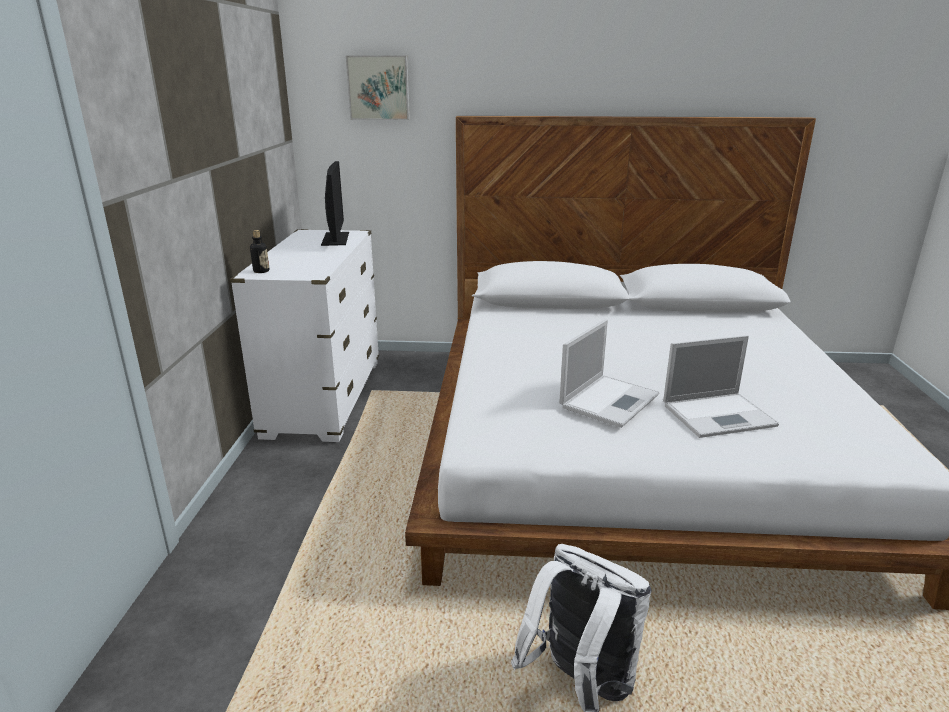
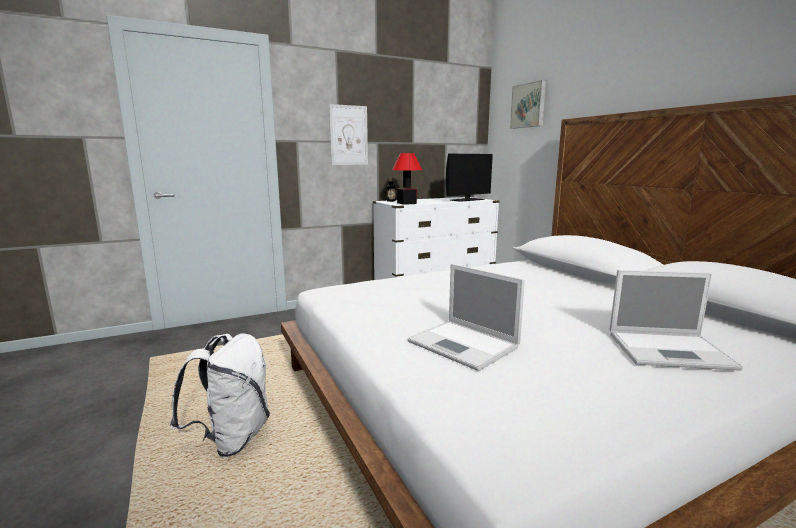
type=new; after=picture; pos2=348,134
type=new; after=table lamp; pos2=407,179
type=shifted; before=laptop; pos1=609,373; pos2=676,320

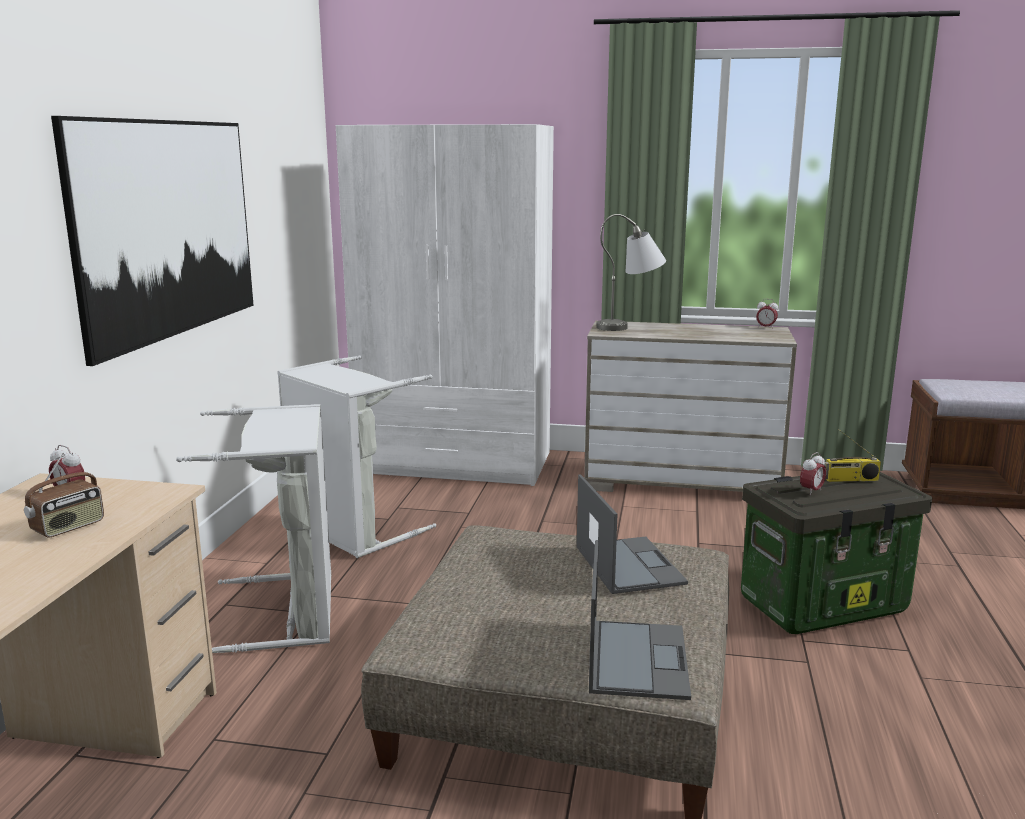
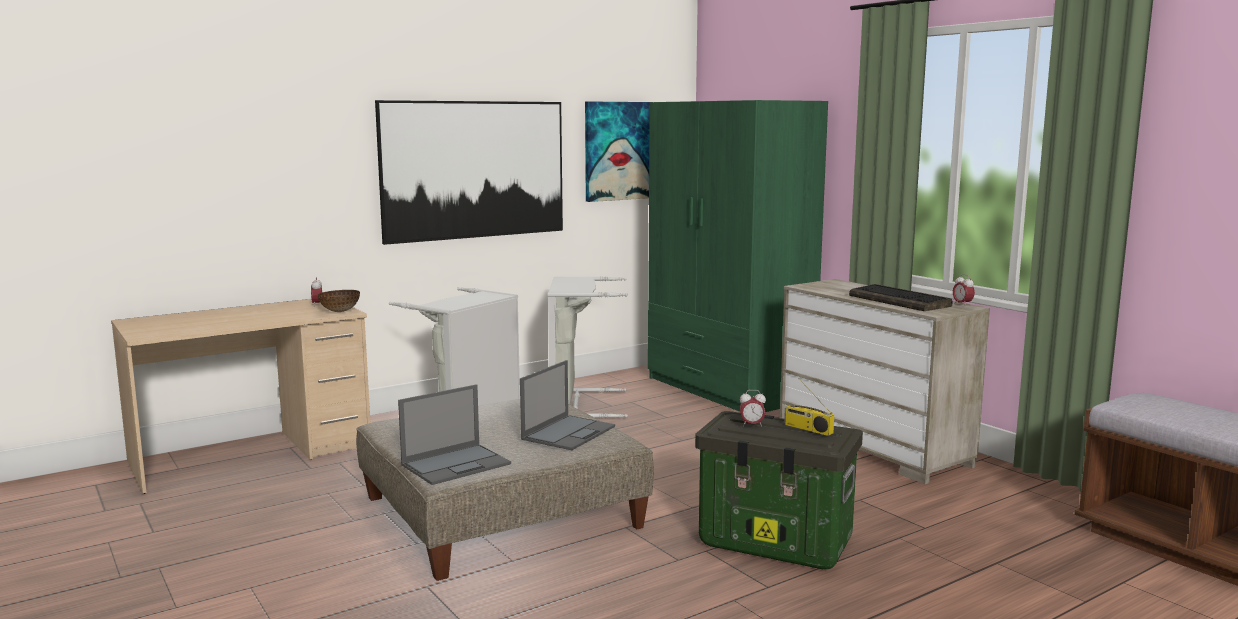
type=gone; before=radio; pos1=64,495
type=gone; before=table lamp/grey; pos1=631,272
type=new; after=bowl; pos2=339,301
type=new; after=picture; pos2=617,151
type=new; after=keyboard; pos2=900,297
type=repainted; before=wardrobe/white; after=wardrobe/green; pos1=445,305; pos2=738,256

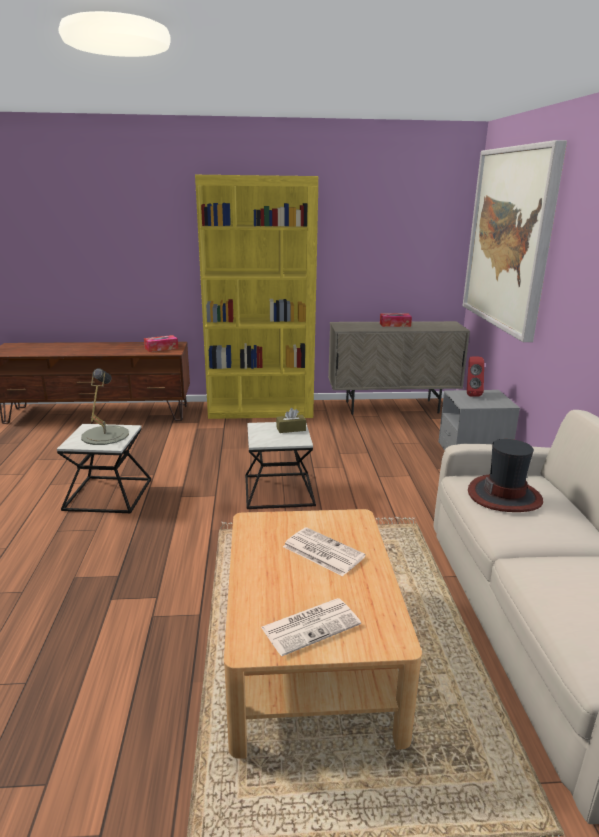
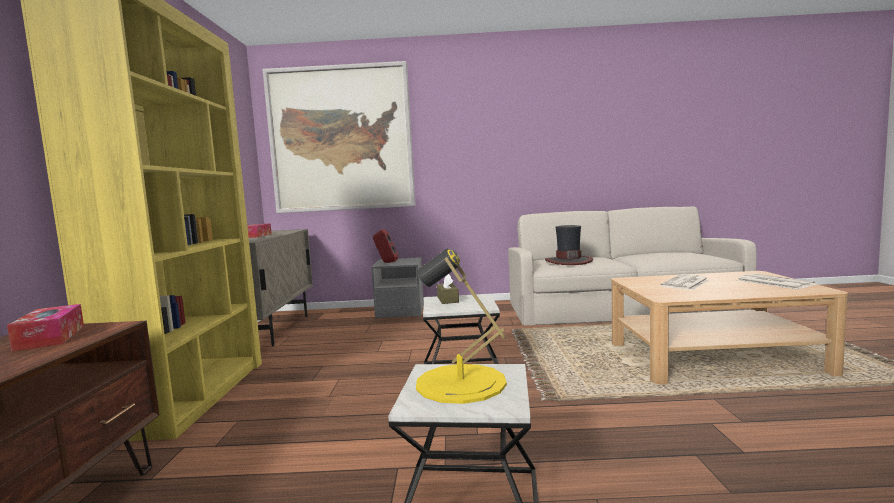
type=repainted; before=table lamp/grey; after=table lamp/yellow; pos1=105,406; pos2=461,326

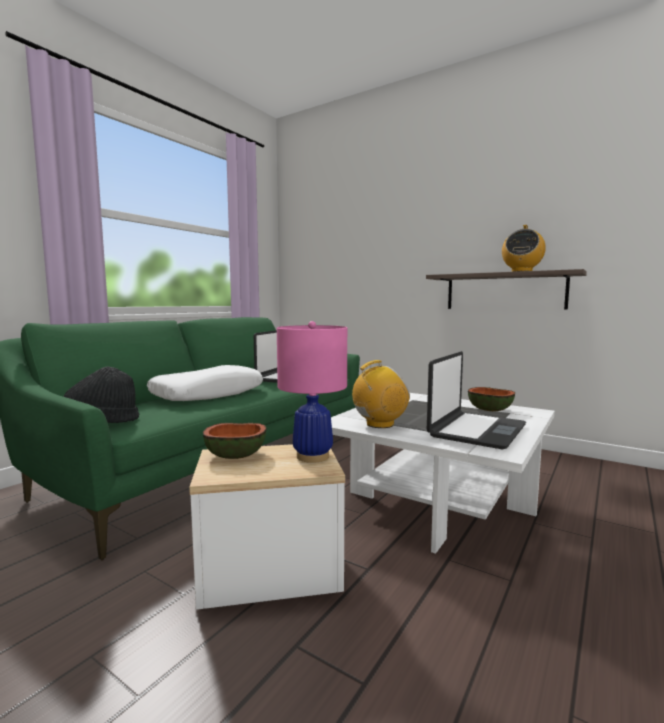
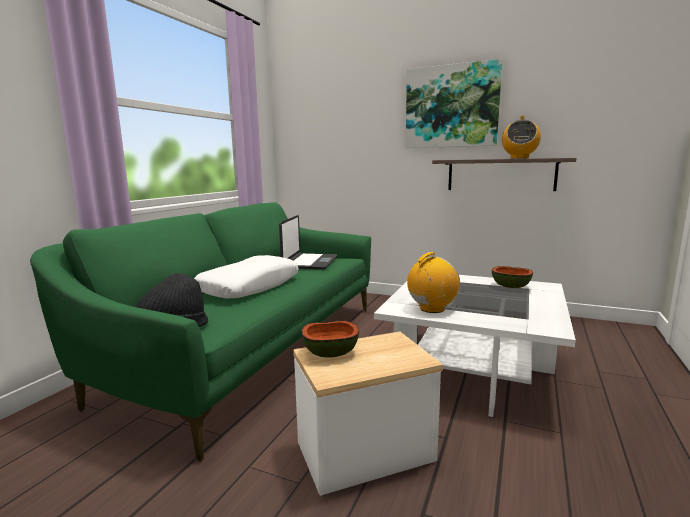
type=gone; before=table lamp/pink; pos1=312,392
type=gone; before=laptop; pos1=476,400
type=new; after=picture; pos2=454,103

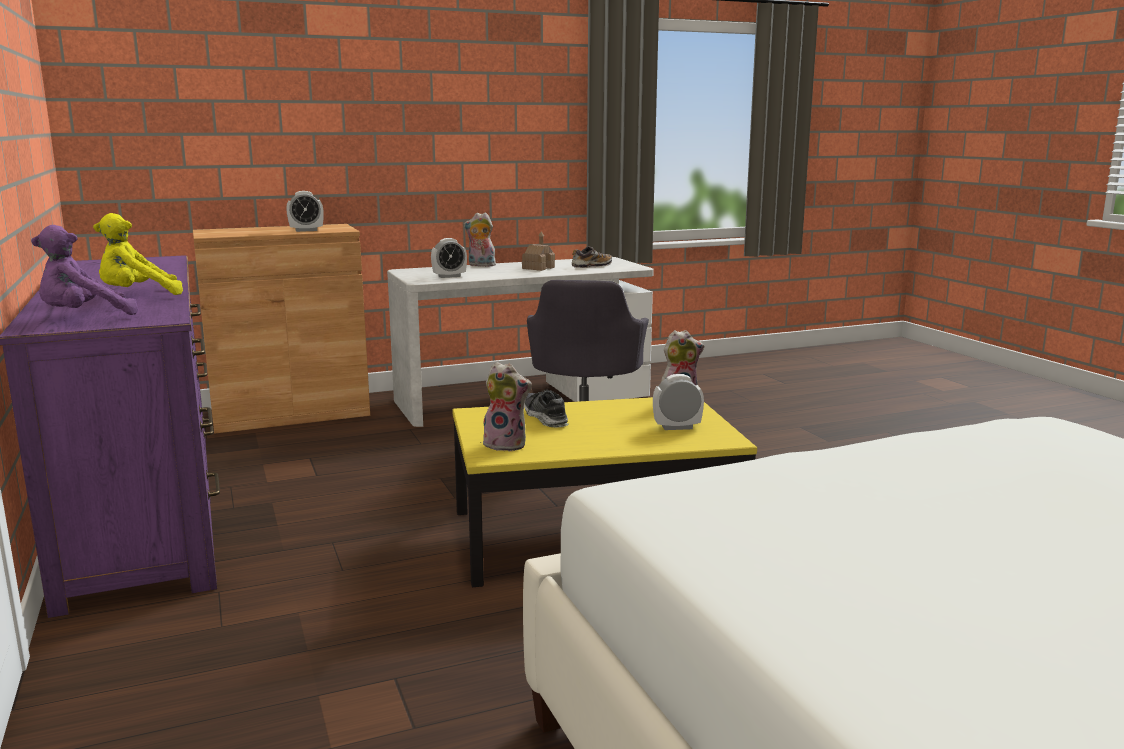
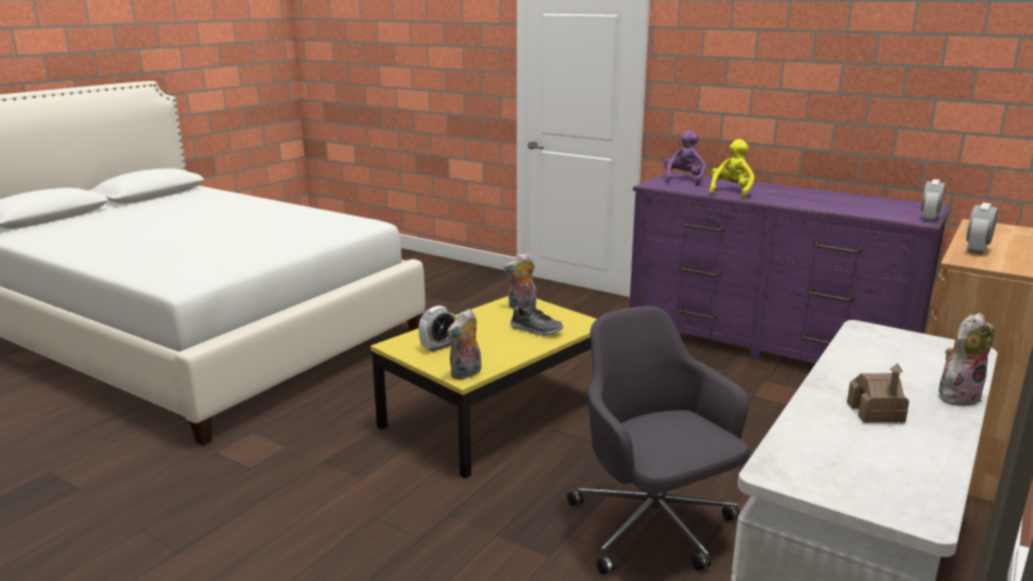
type=gone; before=shoe; pos1=592,257
type=shifted; before=alarm clock; pos1=449,258; pos2=933,200

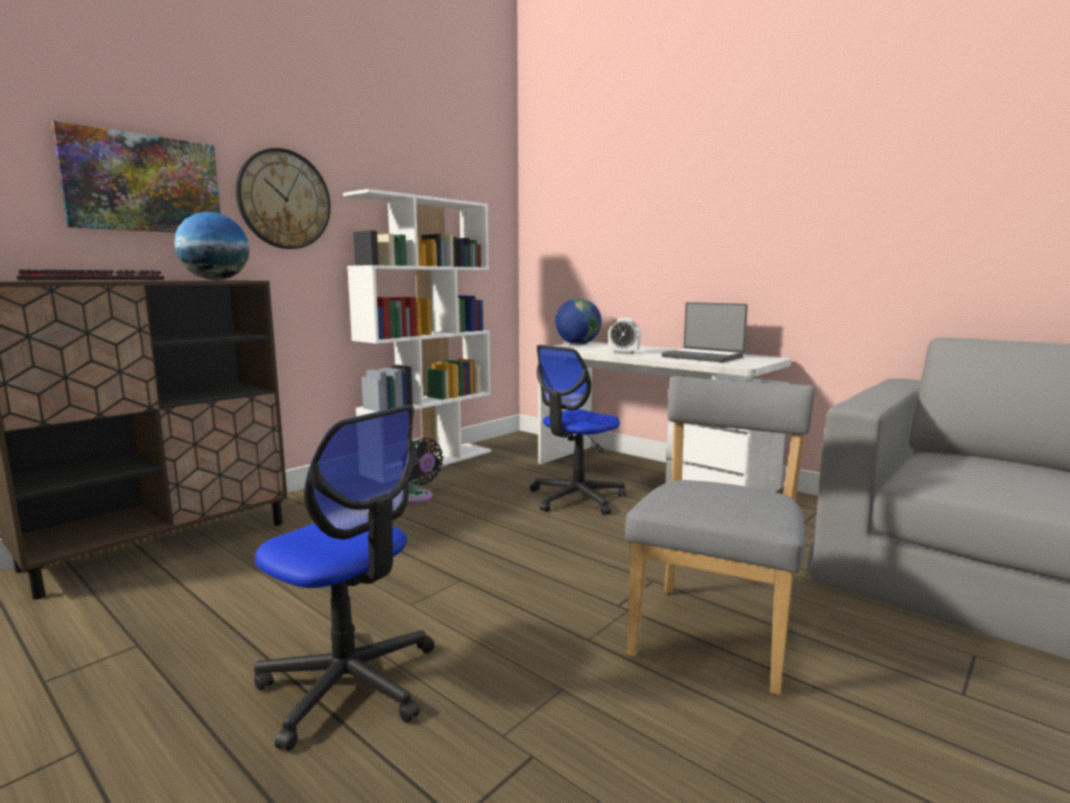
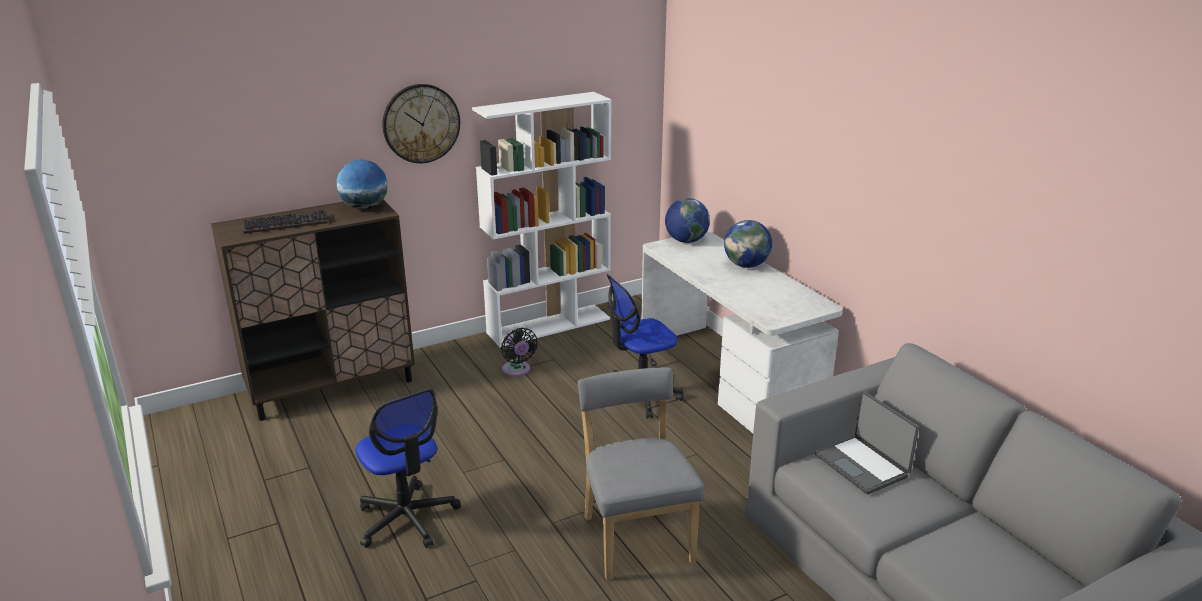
type=gone; before=picture; pos1=136,177
type=gone; before=alarm clock; pos1=624,336
type=new; after=globe; pos2=748,244
type=shifted; before=laptop; pos1=705,332; pos2=867,443
type=rotated; before=chair/grey; pos1=720,535; pos2=641,473; turn=-60

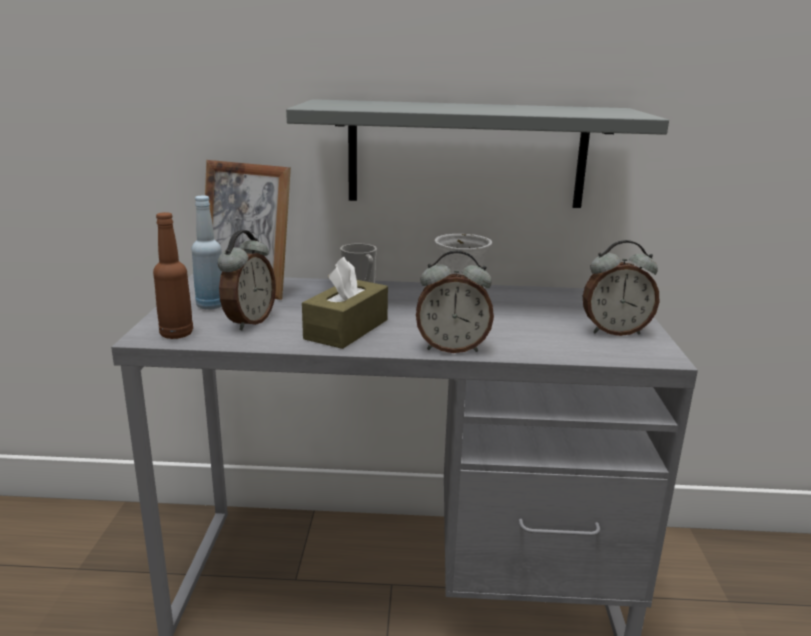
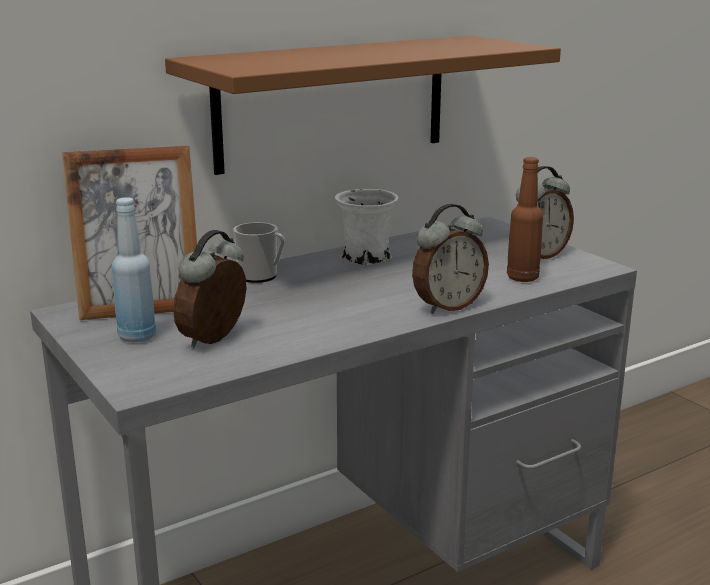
type=gone; before=tissue box/brown; pos1=345,303
type=shifted; before=bottle/brown; pos1=173,275; pos2=525,219
type=repainted; before=shelf/grey; after=shelf/brown; pos1=477,153; pos2=363,105
type=rotated; before=alarm clock; pos1=247,280; pos2=209,289; turn=-135

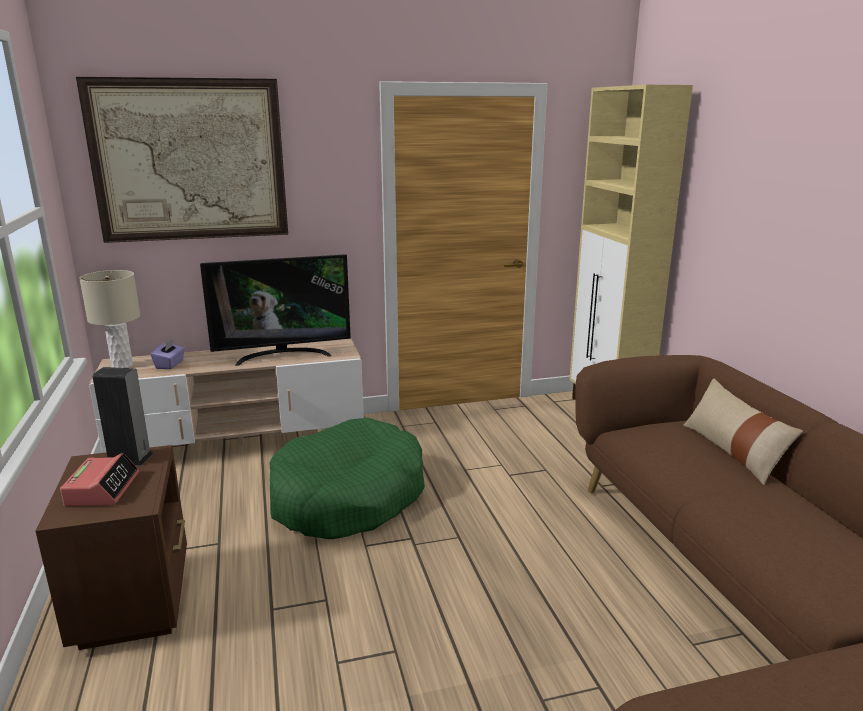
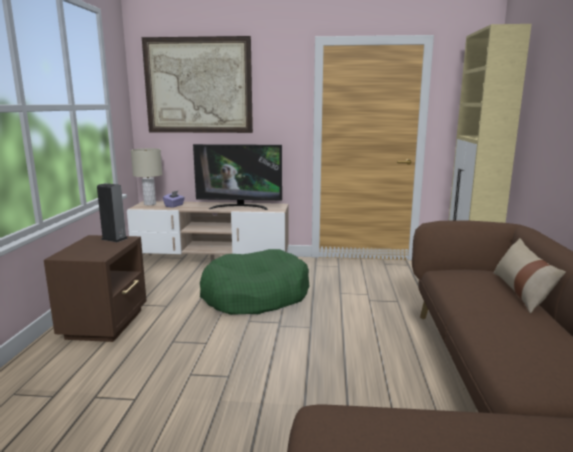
type=gone; before=alarm clock; pos1=99,479

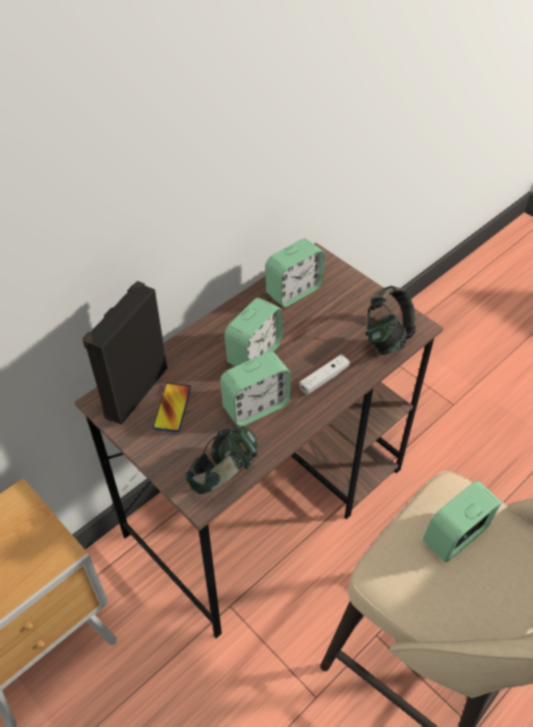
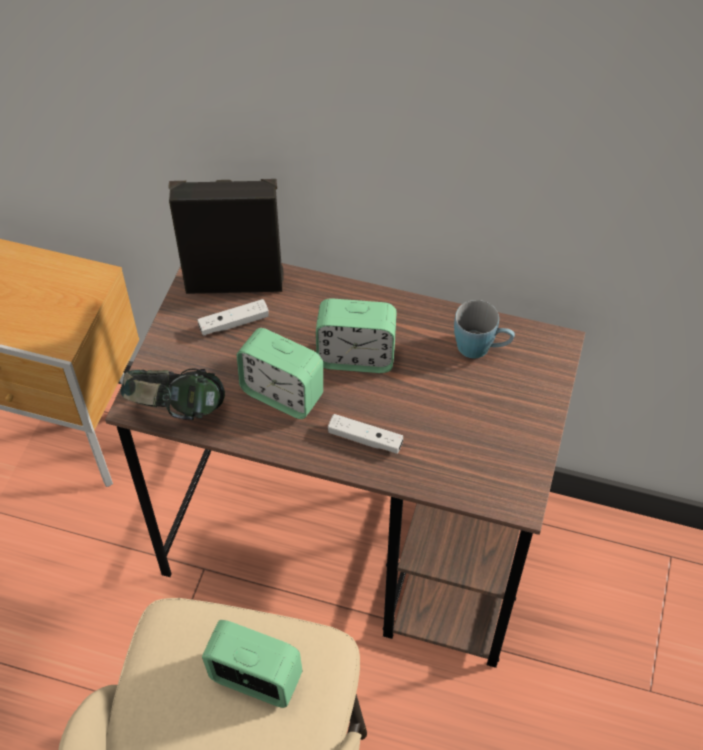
type=gone; before=headphones; pos1=390,320
type=swapped; before=phone; after=game controller/white; pos1=172,407; pos2=233,317
type=swapped; before=alarm clock; after=mug/blue; pos1=294,273; pos2=484,329

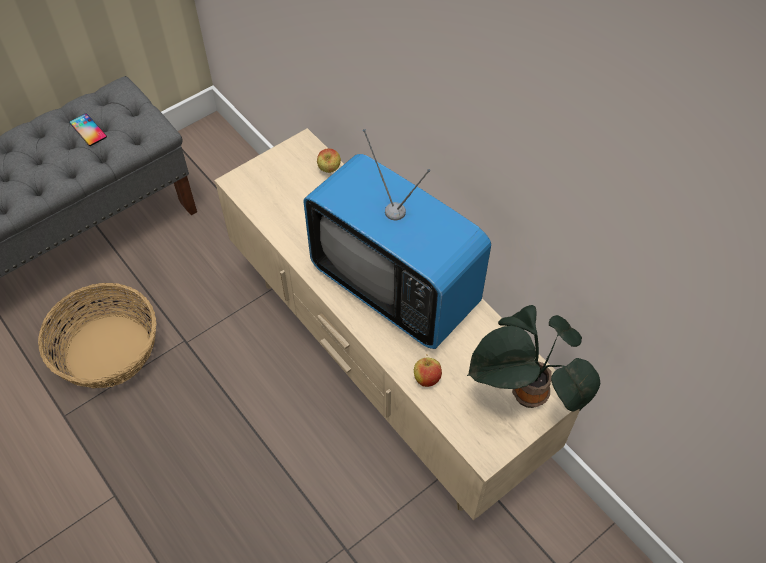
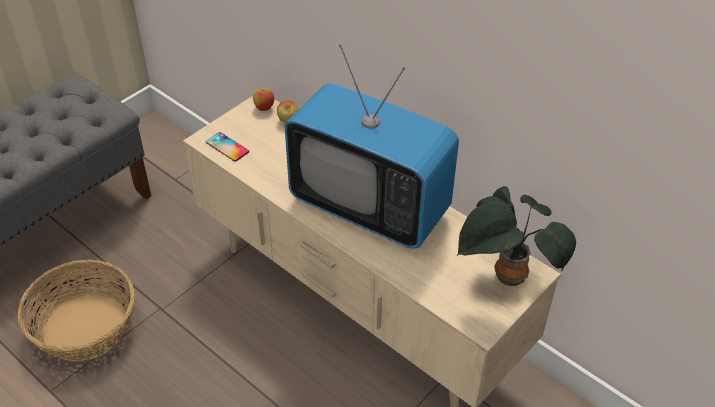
type=shifted; before=phone; pos1=88,129; pos2=227,147
type=shifted; before=apple; pos1=428,371; pos2=263,98

